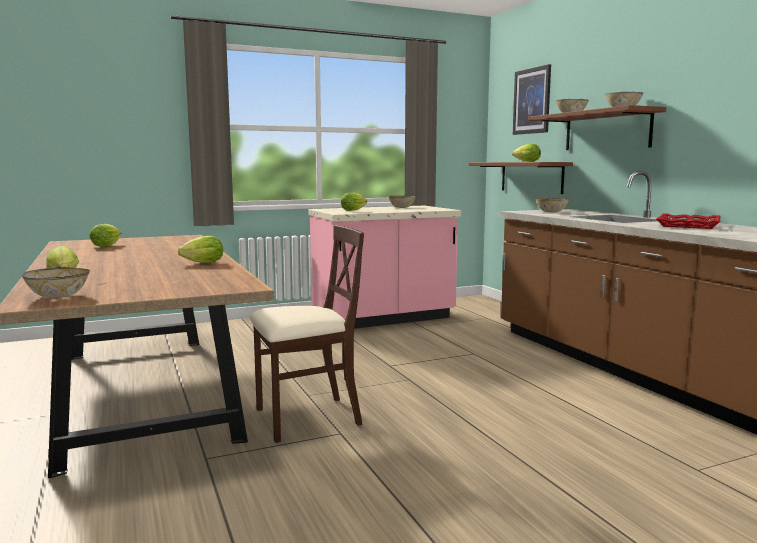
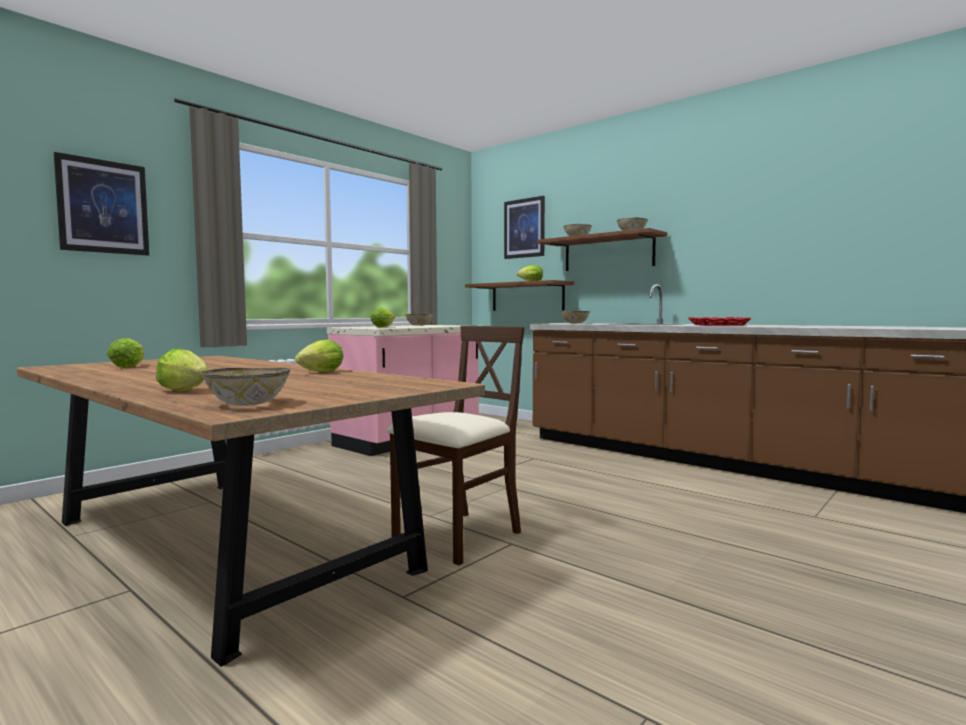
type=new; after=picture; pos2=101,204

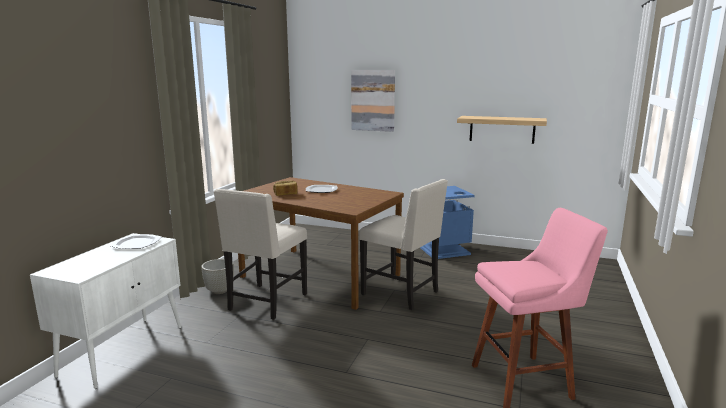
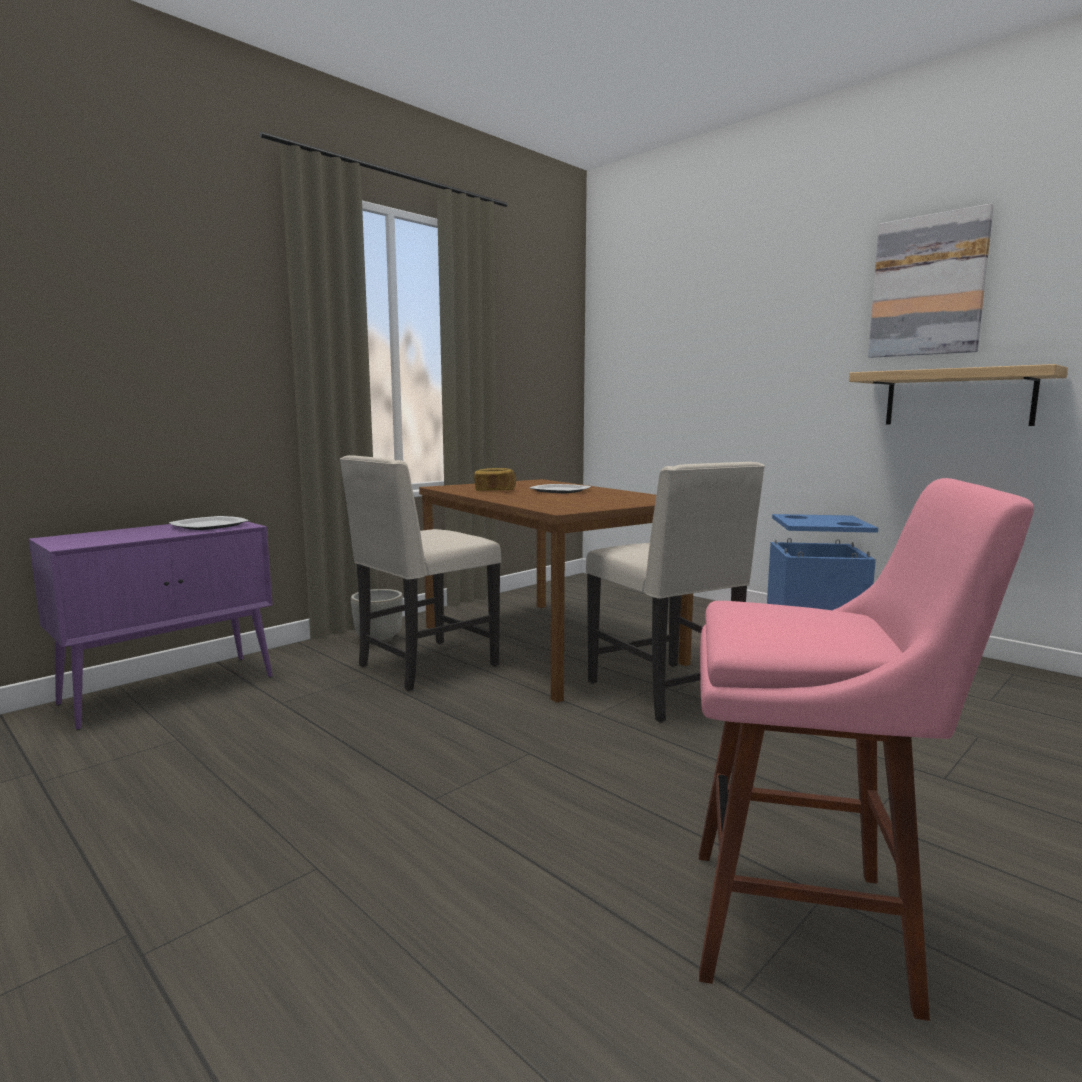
type=shifted; before=picture; pos1=373,101; pos2=931,281
type=repainted; before=cabinet/white; after=cabinet/purple; pos1=105,311; pos2=151,626

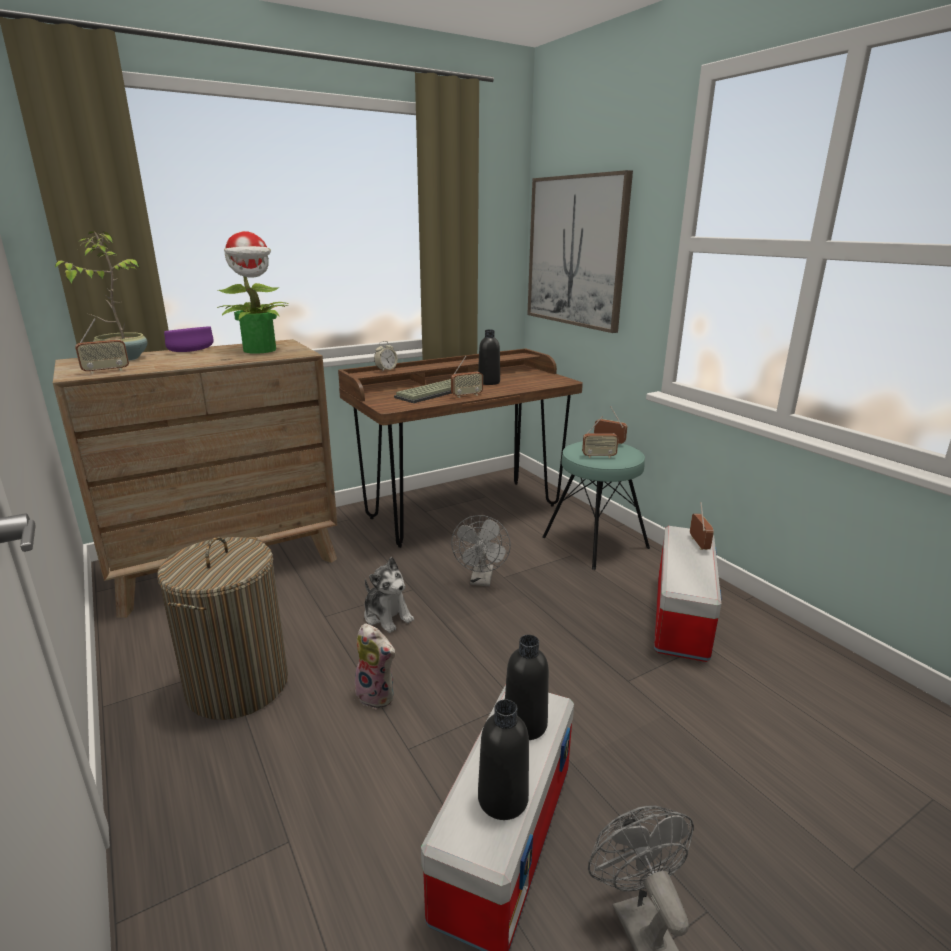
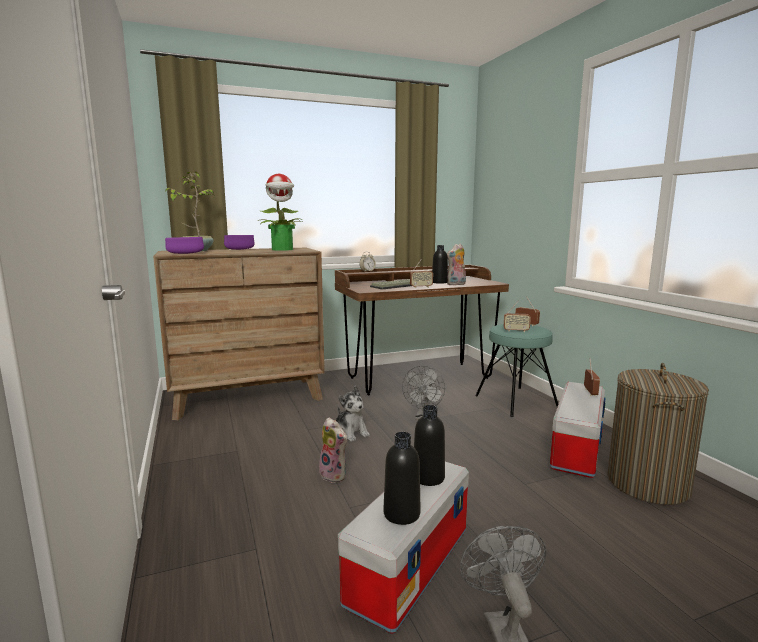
type=gone; before=picture; pos1=580,251
type=new; after=plush toy; pos2=456,264
type=shifted; before=laundry basket; pos1=222,628; pos2=658,434
type=swapped; before=radio; after=bowl/purple; pos1=102,346; pos2=184,245

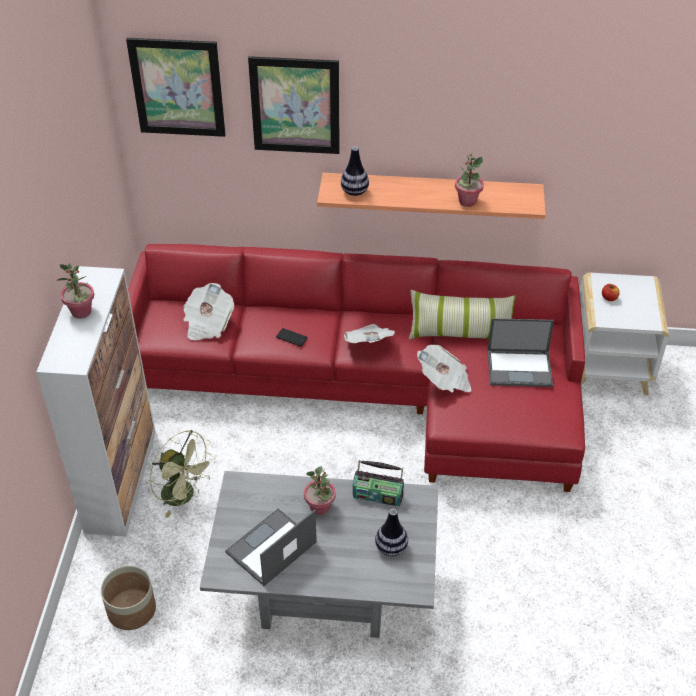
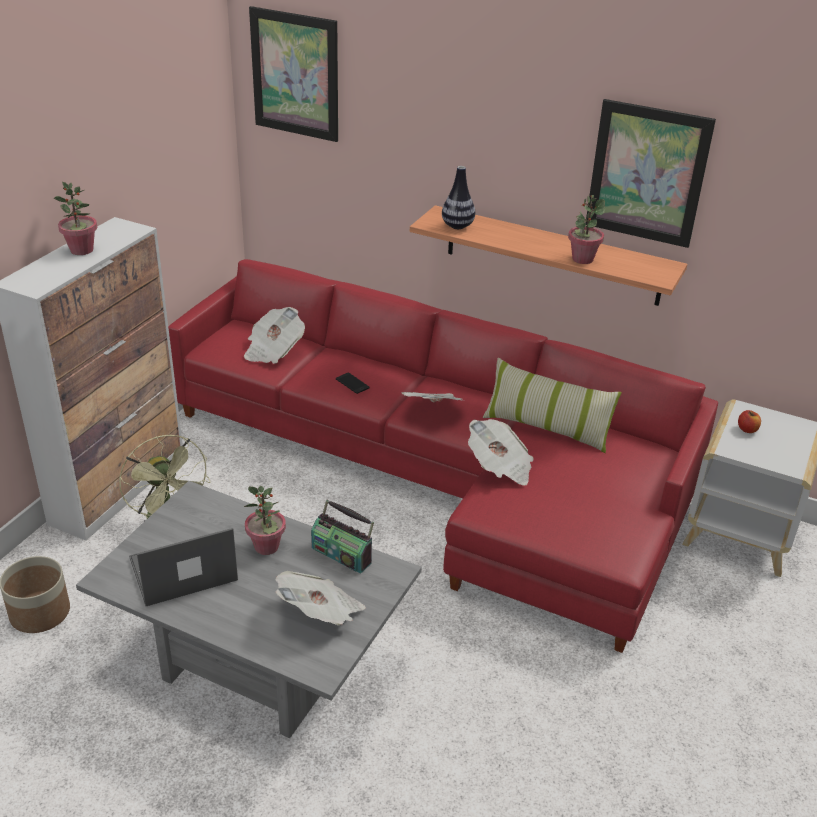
type=gone; before=laptop; pos1=521,352
type=shifted; before=picture; pos1=294,105; pos2=650,173
type=swapped; before=vase; after=newspaper; pos1=391,532; pos2=320,598

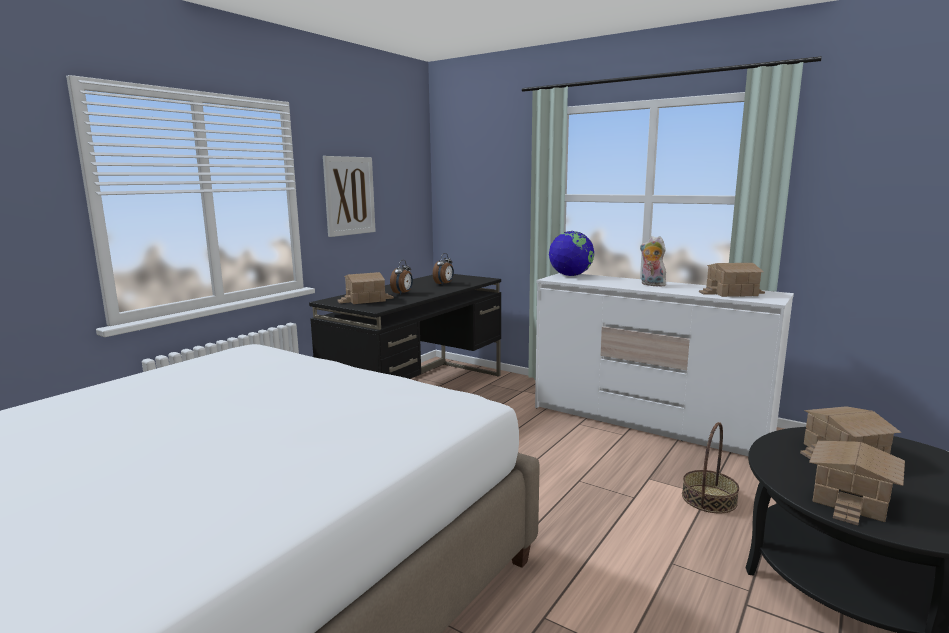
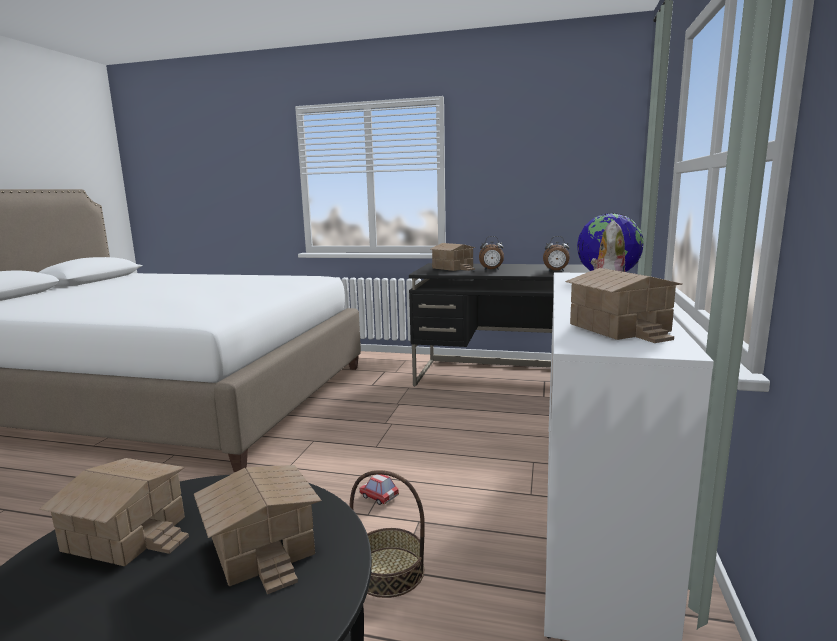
type=gone; before=picture; pos1=349,196
type=new; after=toy car; pos2=379,489

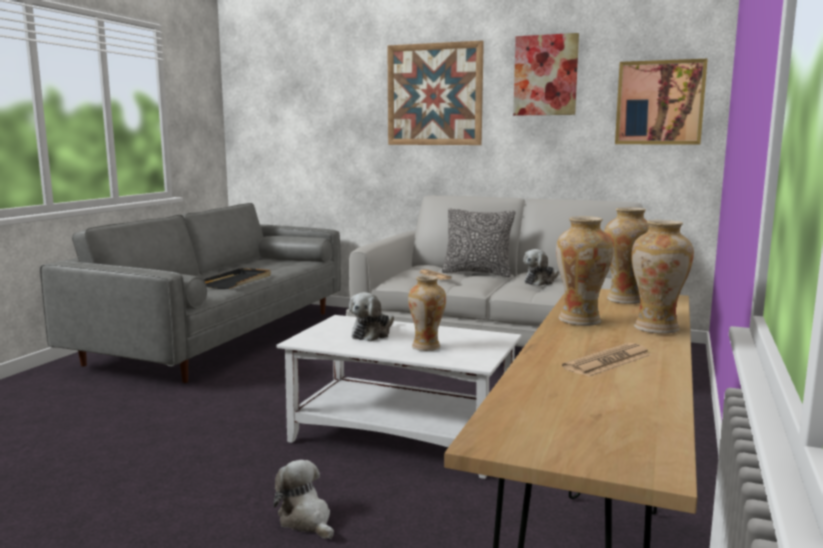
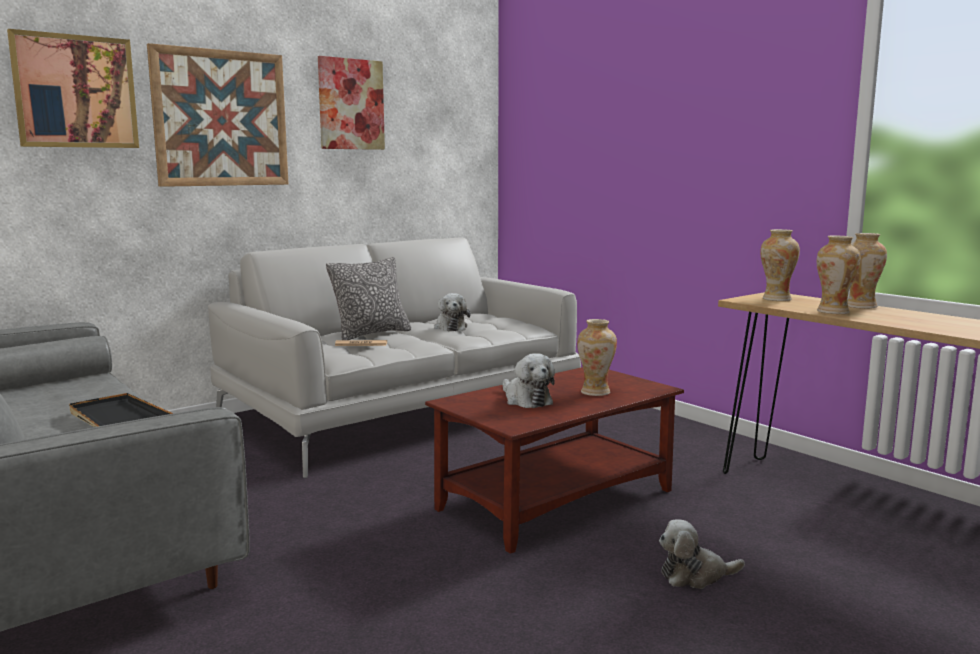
type=gone; before=newspaper; pos1=607,360
type=shifted; before=picture; pos1=661,102; pos2=73,88
type=repainted; before=coffee table/white; after=coffee table/brown; pos1=399,397; pos2=554,460

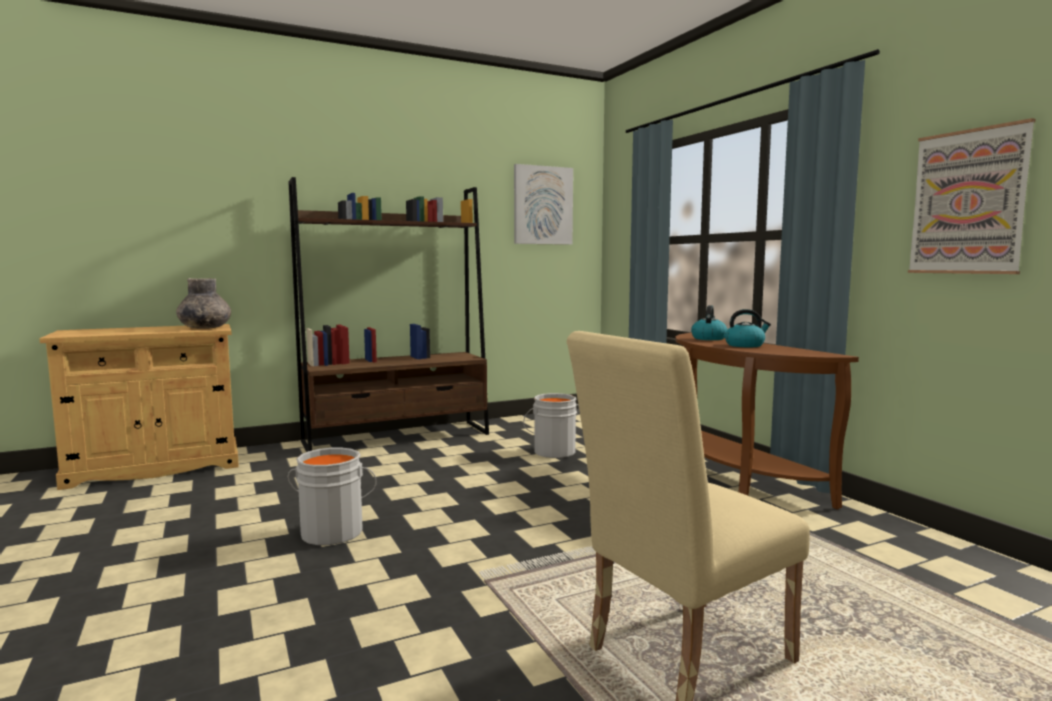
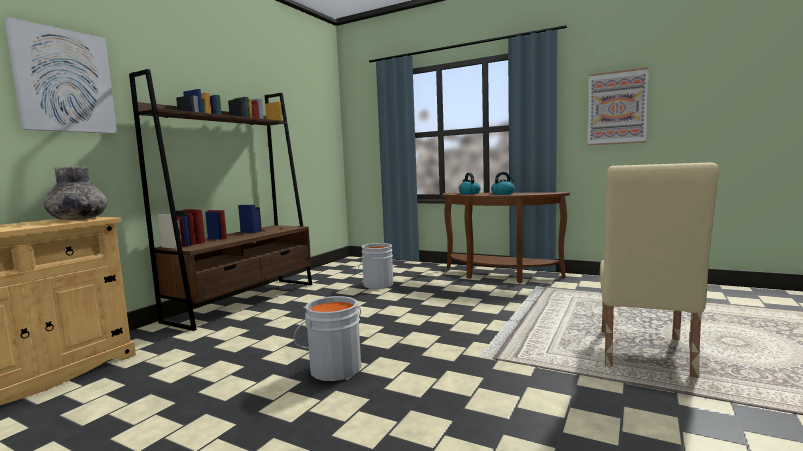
type=shifted; before=picture; pos1=543,204; pos2=60,75

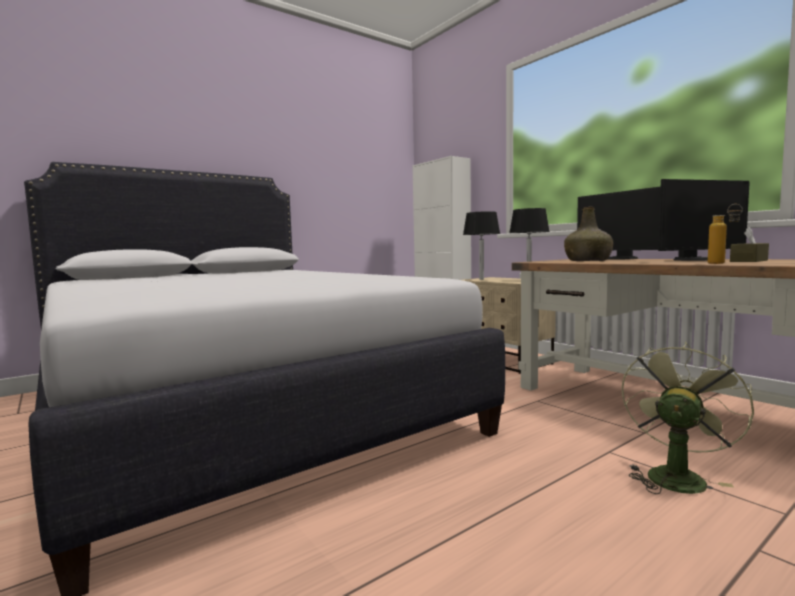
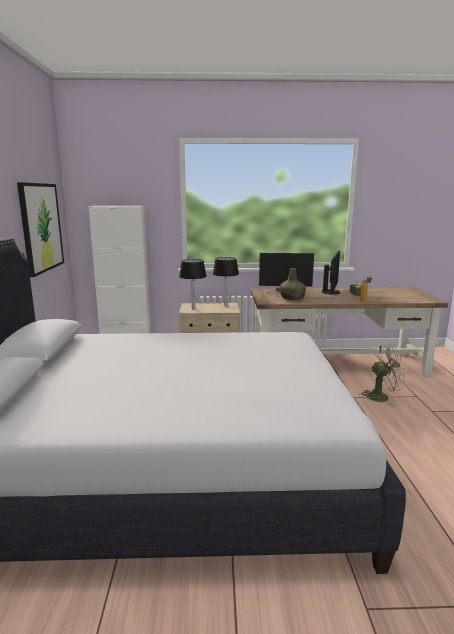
type=new; after=picture; pos2=40,229
type=rotated; before=fan/green; pos1=688,417; pos2=382,375; turn=105

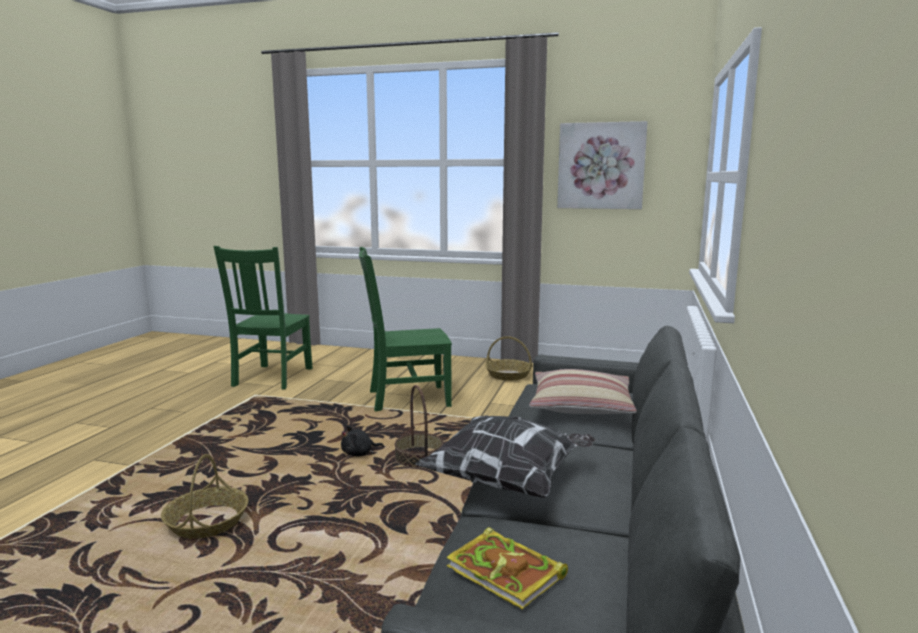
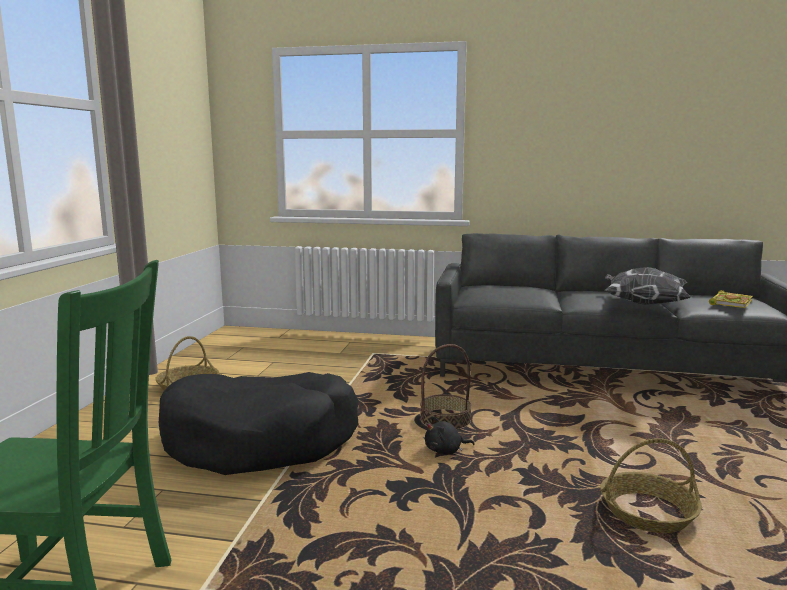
type=gone; before=pillow; pos1=583,391
type=gone; before=picture; pos1=602,165
type=swapped; before=chair/green; after=dog bed/black; pos1=405,329; pos2=259,423
type=rotated; before=plush toy/black; pos1=362,441; pos2=450,435; turn=105

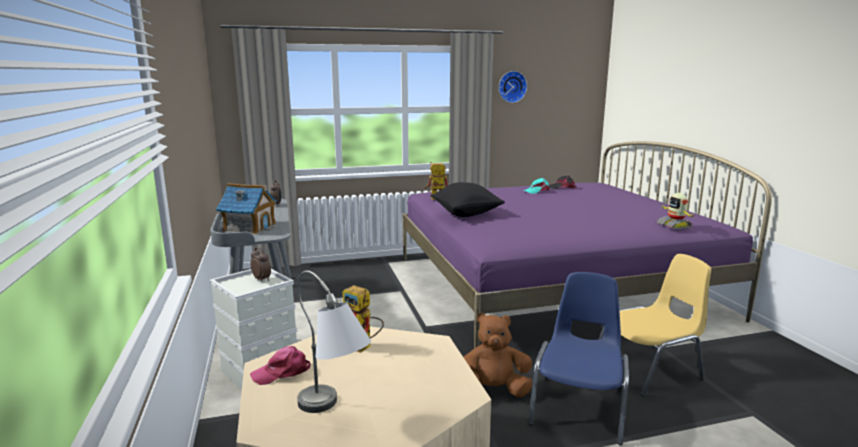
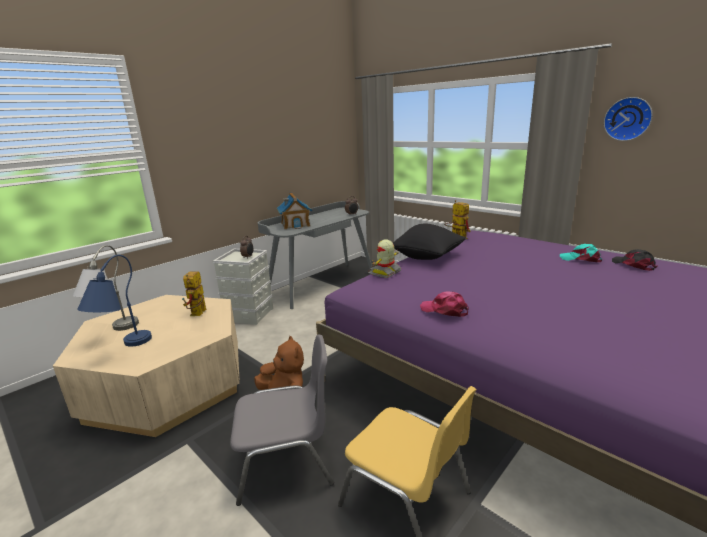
type=new; after=table lamp/blue; pos2=114,301
type=shifted; before=cap/pink; pos1=280,365; pos2=444,304
type=shifted; before=toy robot; pos1=675,211; pos2=384,258
type=repainted; before=chair/blue; after=chair/grey; pos1=578,358; pos2=282,420

